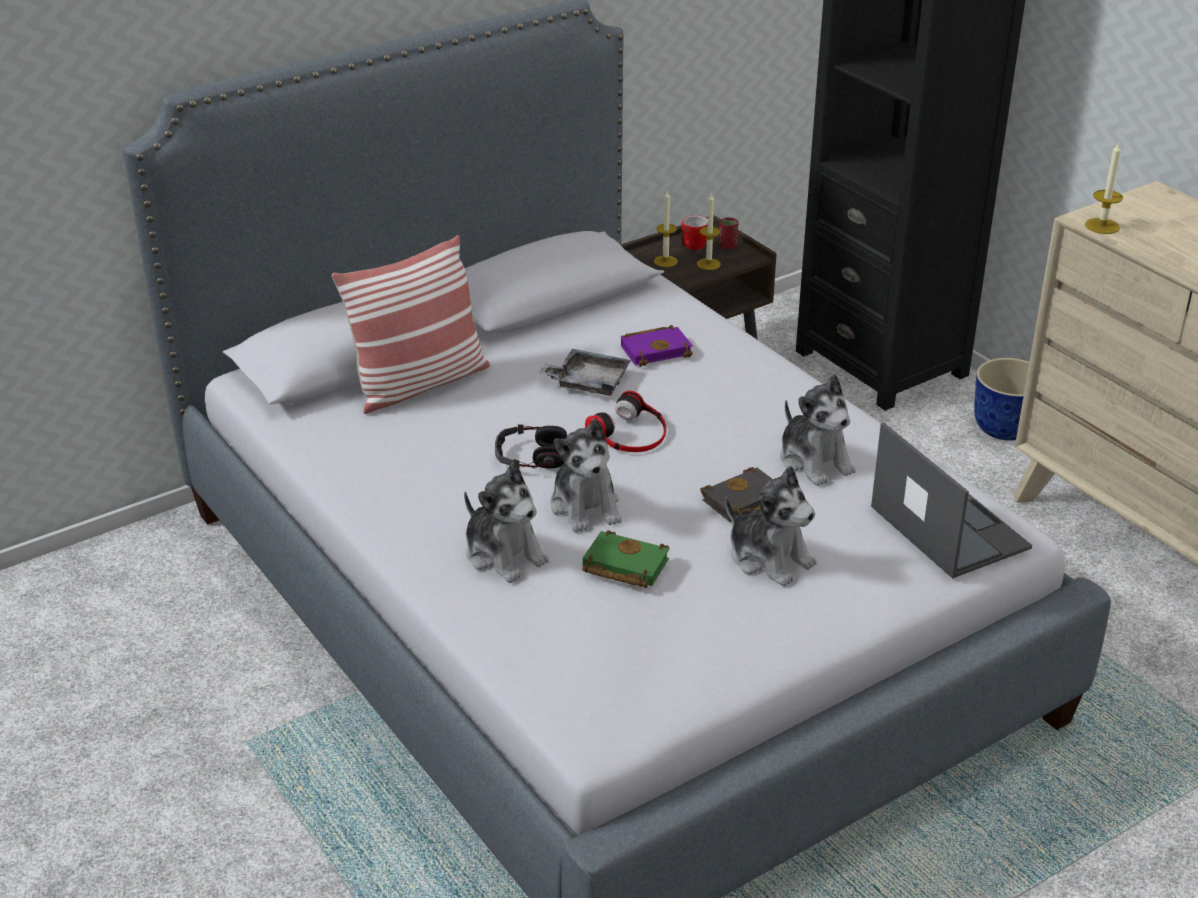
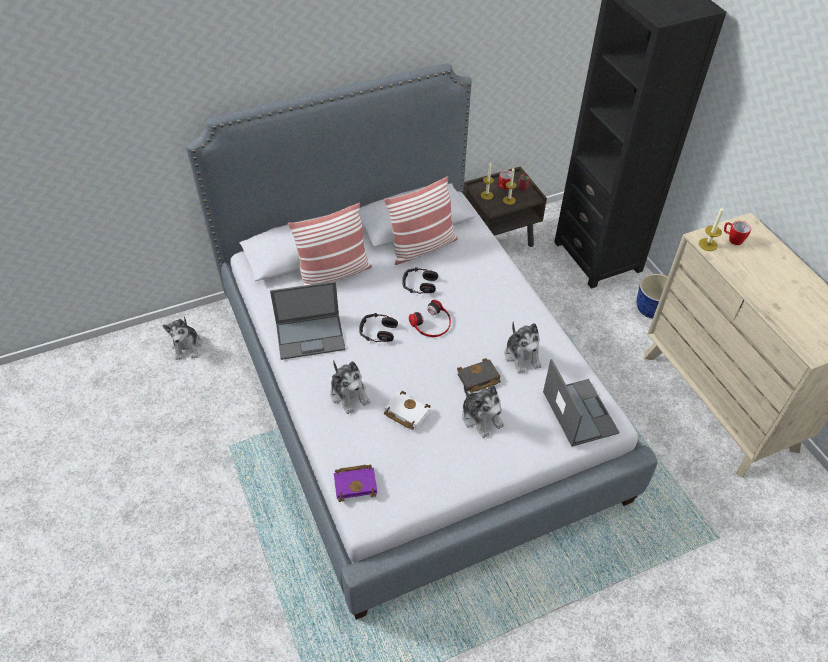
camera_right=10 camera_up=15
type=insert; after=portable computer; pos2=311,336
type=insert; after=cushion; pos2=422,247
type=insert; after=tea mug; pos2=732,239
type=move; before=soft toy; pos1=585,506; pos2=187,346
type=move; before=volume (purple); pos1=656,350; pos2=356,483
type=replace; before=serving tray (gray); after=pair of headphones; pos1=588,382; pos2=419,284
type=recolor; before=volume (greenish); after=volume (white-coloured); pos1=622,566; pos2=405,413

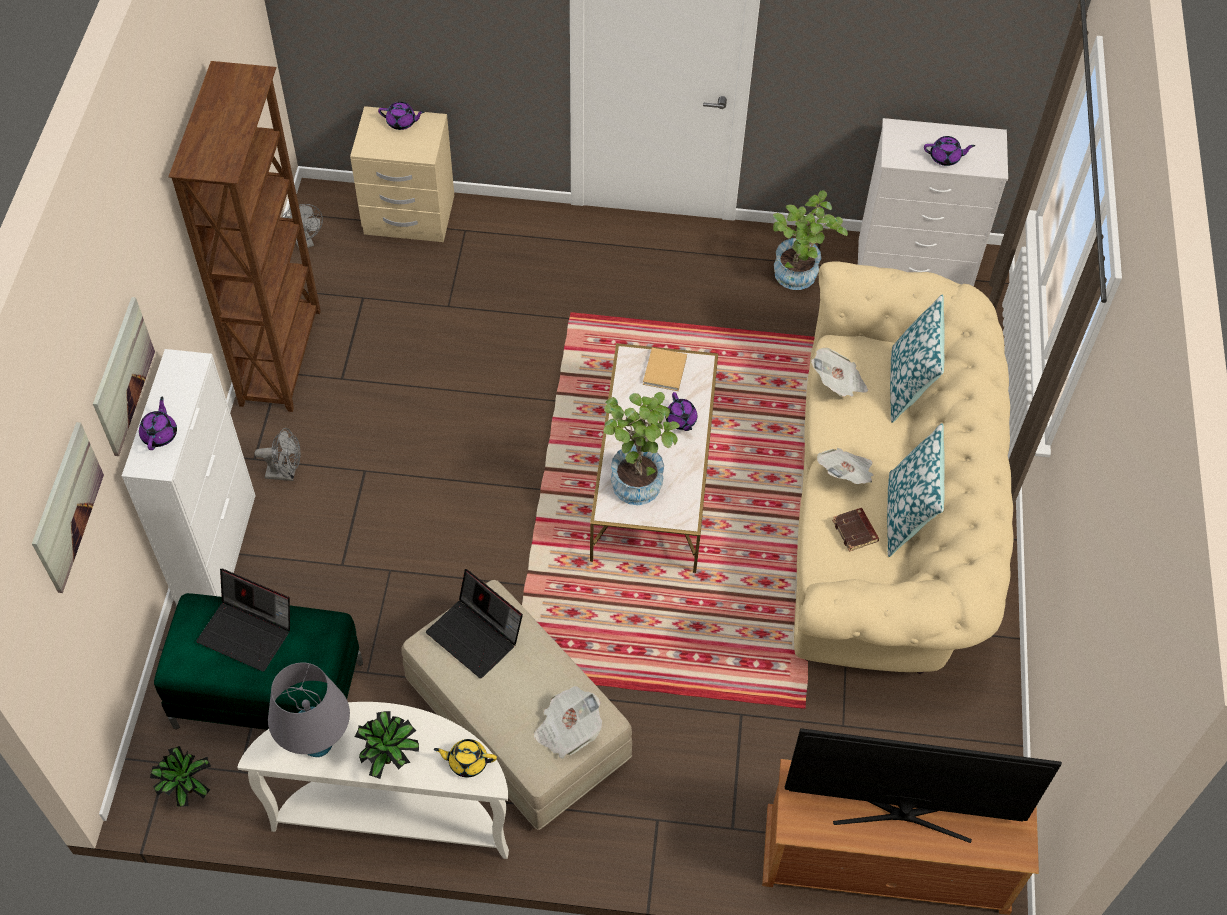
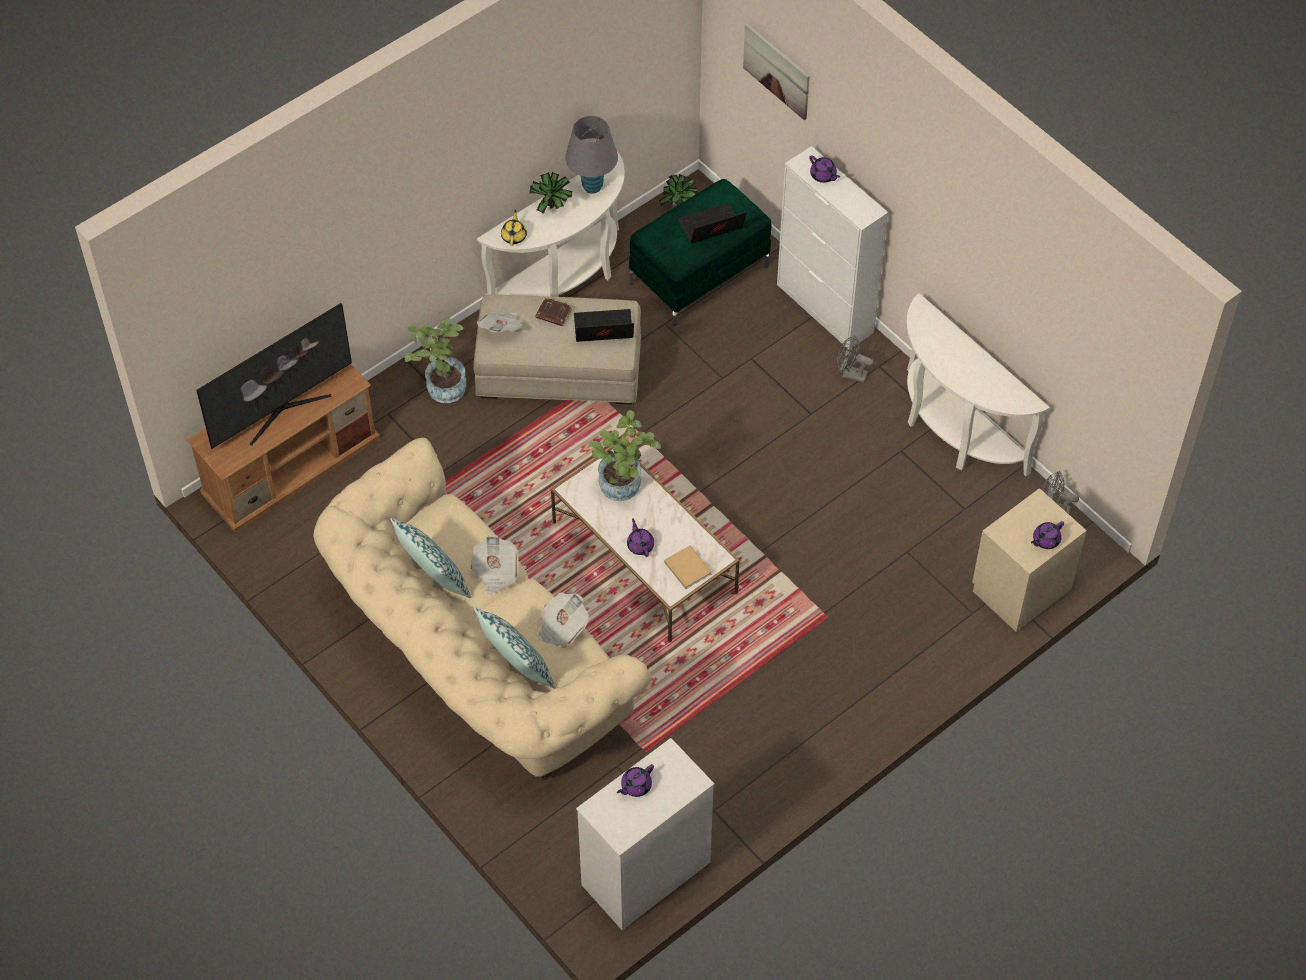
camera_right=135 camera_up=0
type=delete; before=wall picture; pos1=123,376
type=move; before=plant in a pot; pos1=798,279; pos2=441,386
type=move; before=volume (brown-coloured); pos1=855,531; pos2=553,314
type=replace; before=shelving unit (brown-coloured); after=console table (white-coloured); pos1=282,357; pos2=953,431
type=rotate; before=electric fan (gray); pos1=286,473; pos2=850,374; turn=60
type=rotate; before=tea pot (yellow); pos1=467,761; pos2=514,236; turn=-45
type=rotate; before=tea pot (purple); pos1=681,420; pos2=640,545; turn=45

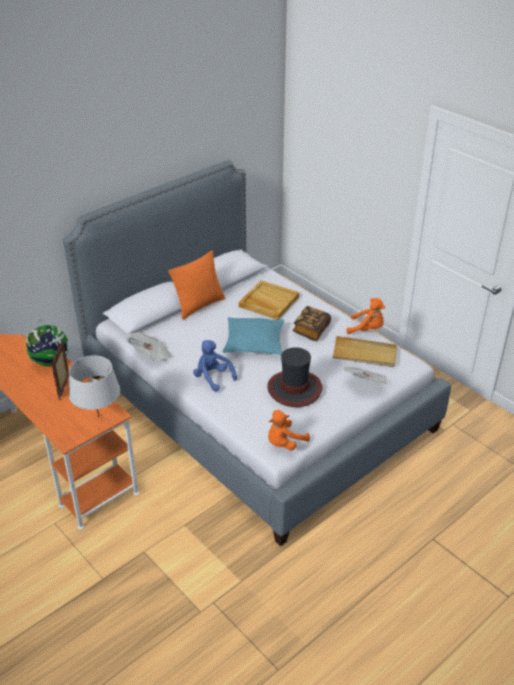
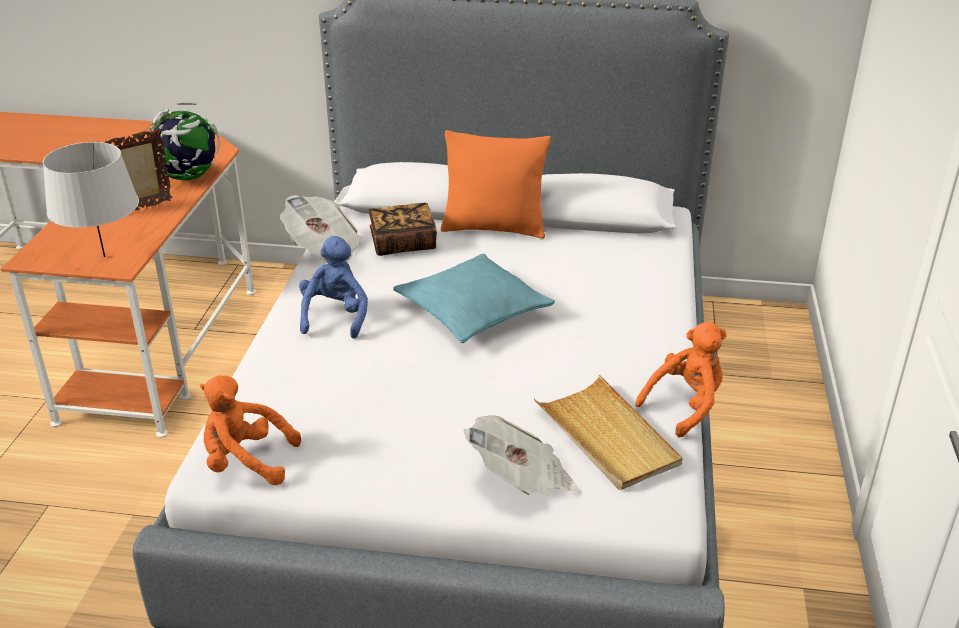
camera_right=50 camera_up=-5
type=delete; before=serving tray (beige-coloured); pos1=268,302
type=delete; before=clothing hat; pos1=294,389
type=move; before=volume; pos1=311,330; pos2=403,243
type=rotate; before=soft toy (orangey); pos1=367,329; pos2=685,406; turn=-105

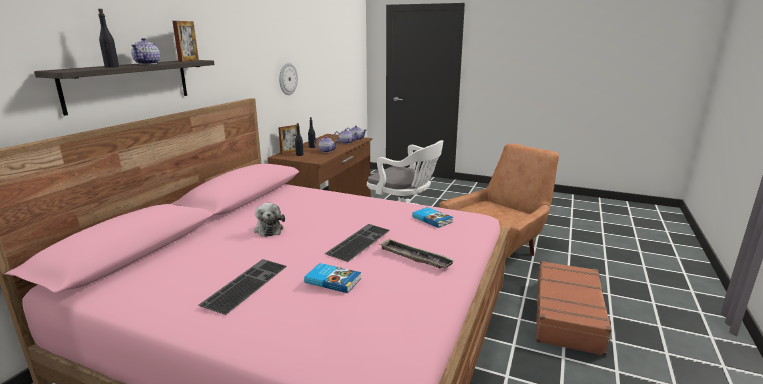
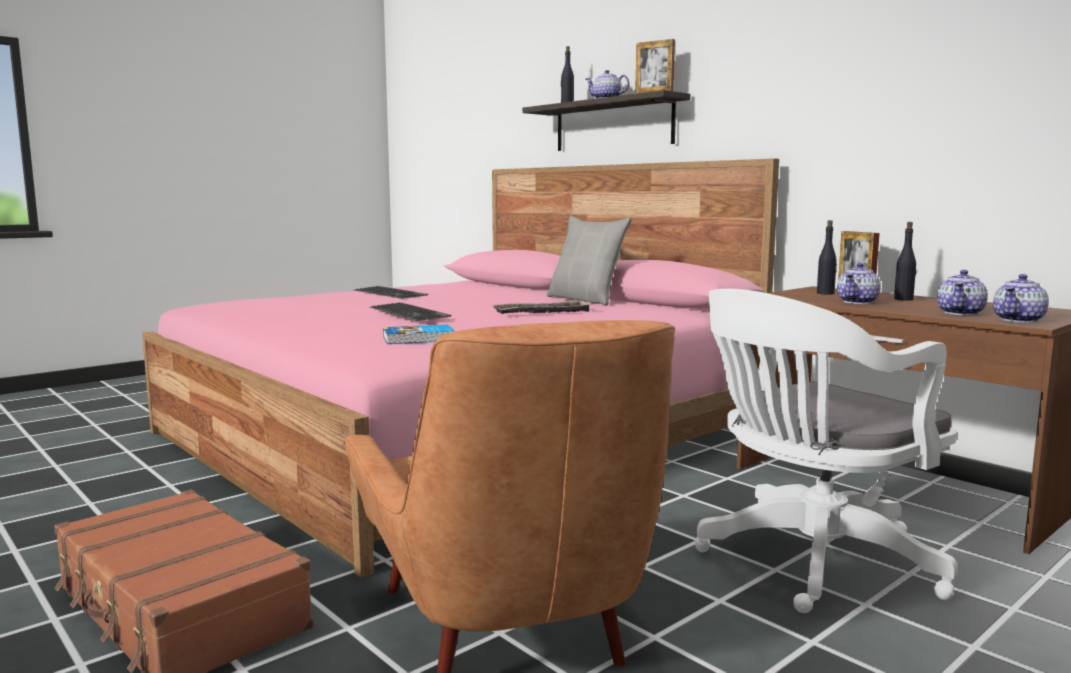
camera_right=115 camera_up=-10
type=delete; before=soft toy; pos1=268,229
type=delete; before=clock on the wall; pos1=287,79
type=delete; before=volume; pos1=333,280
type=insert; after=cushion (gray); pos2=586,300
type=move; before=serving tray; pos1=415,258; pos2=542,313

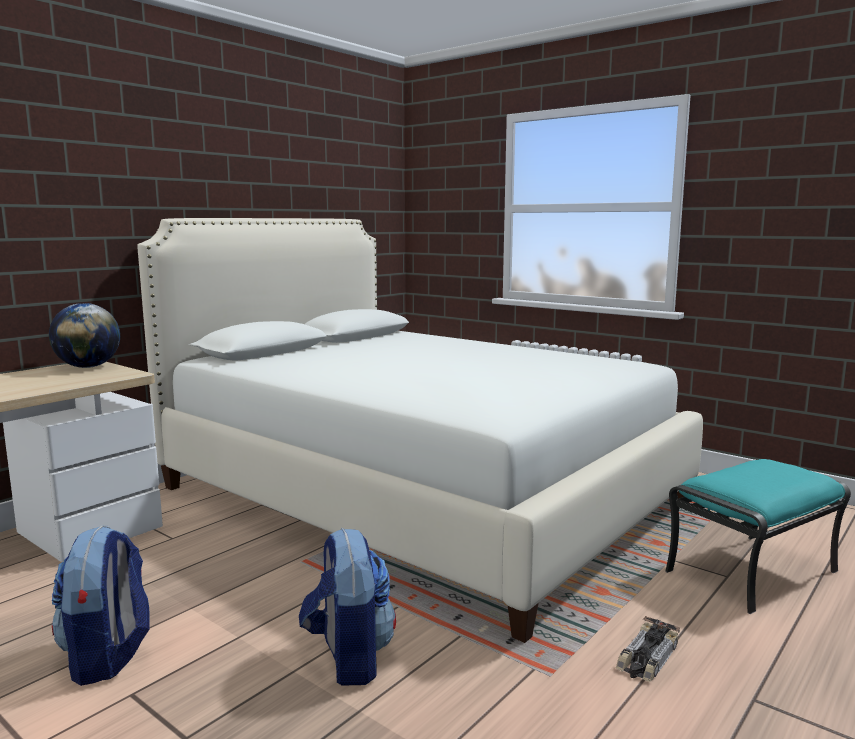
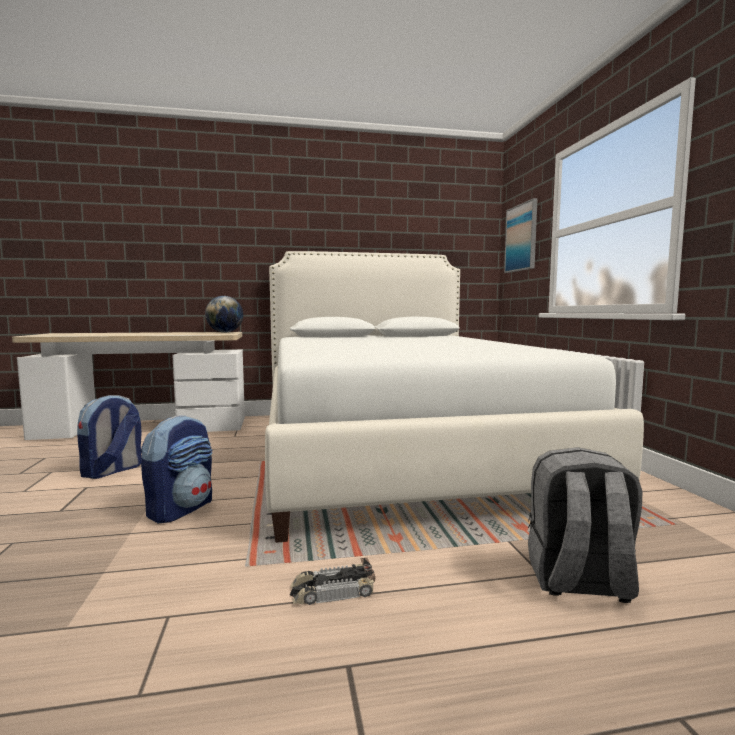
camera_right=40 camera_up=-5
type=insert; after=wall picture; pos2=521,238
type=replace; before=footrest (turquoise); after=rucksack (gray); pos1=752,572; pos2=578,581

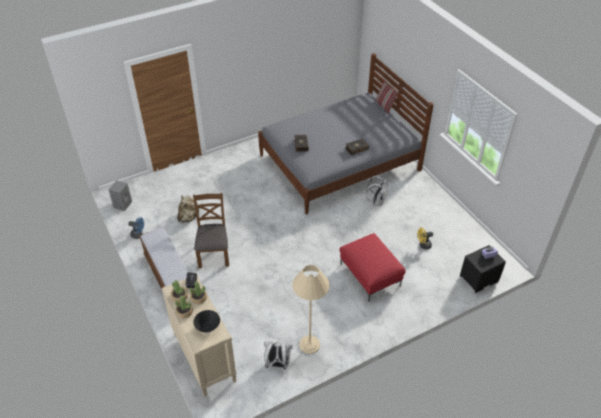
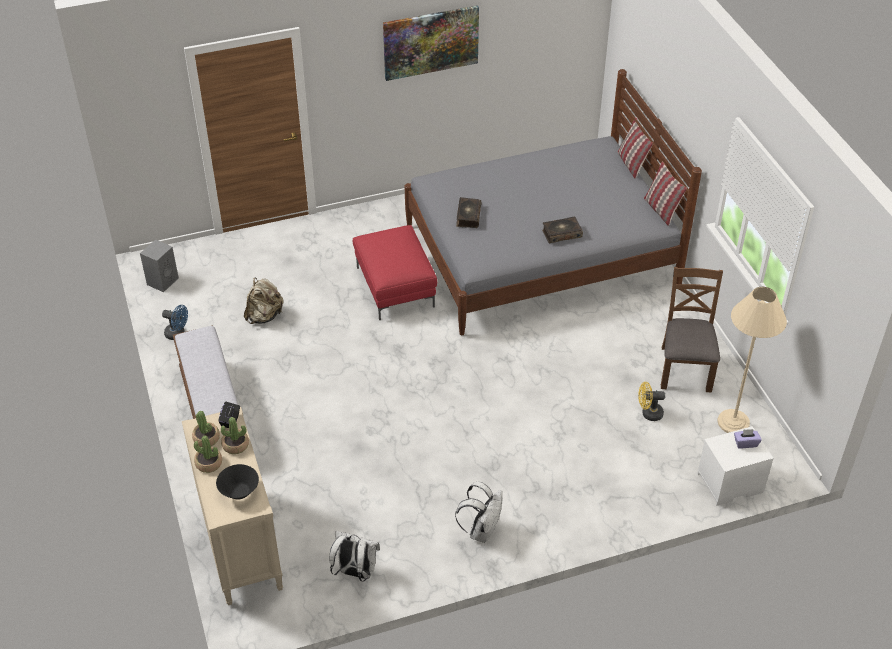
camera_right=10 camera_up=0
type=insert; after=wall picture; pos2=430,42
type=insert; after=cushion; pos2=661,210
type=move; before=upright chair (brown-coloured); pos1=214,253; pos2=685,368
type=move; before=standing lamp (beige-coloured); pos1=309,344; pos2=733,422
type=move; before=footrest (red-coloured); pos1=370,275; pos2=396,287
type=move; before=rucksack (white-coloured); pos1=377,201; pos2=481,530
type=recolor; before=nightstand (blackish); after=nightstand (white-coloured); pos1=478,279; pos2=729,484

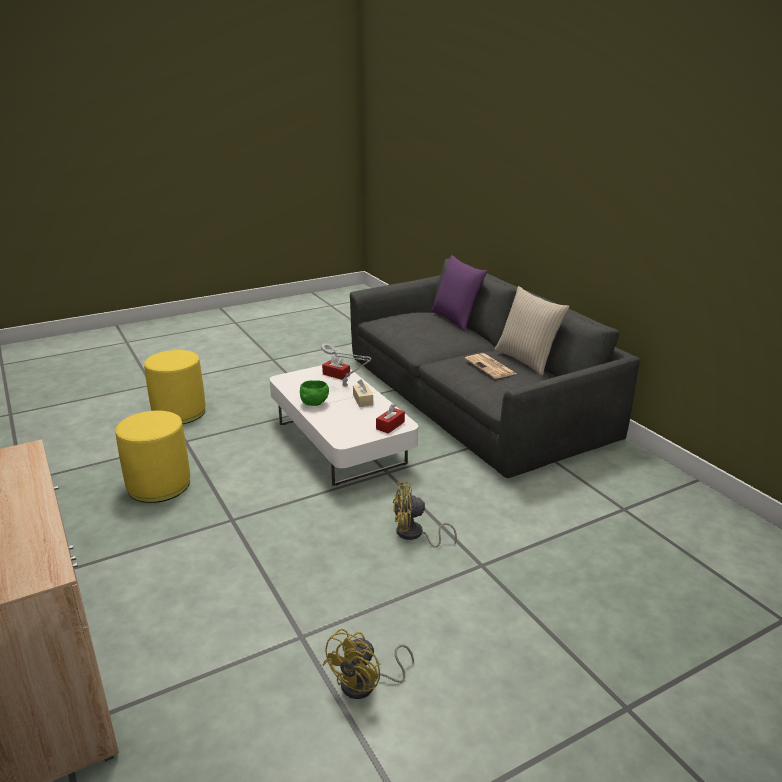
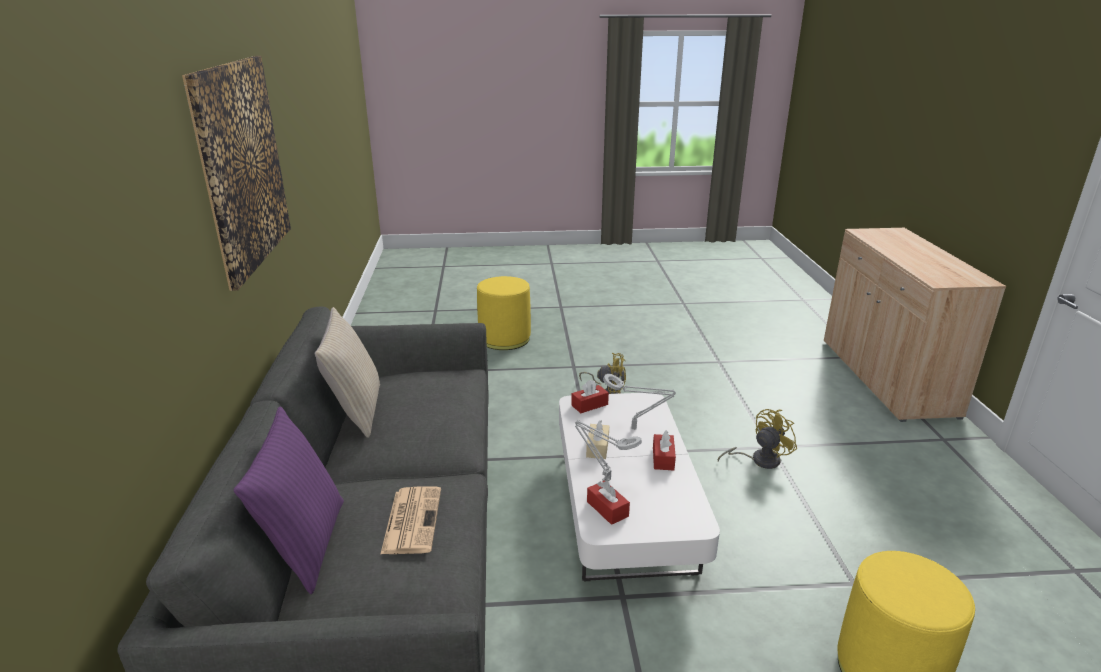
camera_right=-155 camera_up=0
type=insert; after=wall picture; pos2=242,166
type=insert; after=lamp for a table (gray); pos2=636,428
type=move; before=footrest (yellow); pos1=159,485; pos2=505,338
type=move; before=electric fan (yellow); pos1=366,684; pos2=759,460
type=move; before=daily paper; pos1=491,367; pos2=412,519
type=replace; before=bowl (greenish); after=tissue holder (red-coloured); pos1=314,403; pos2=663,458

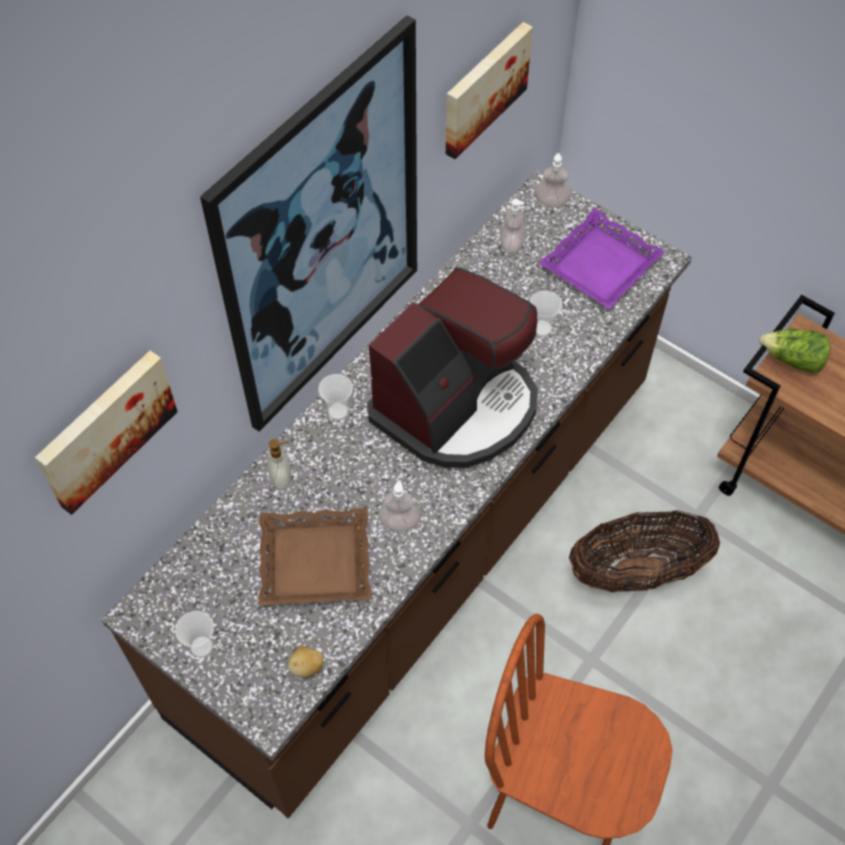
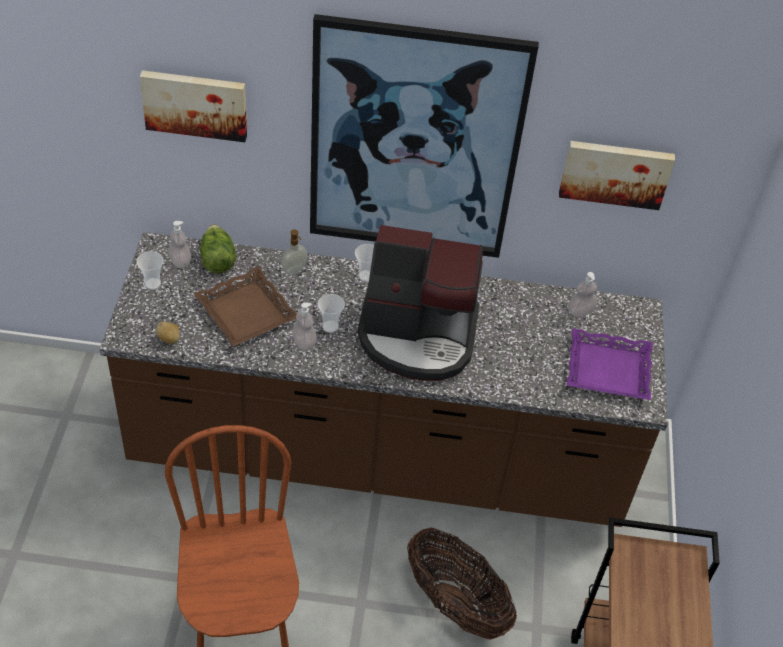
camera_right=55 camera_up=-10
type=move; before=cup; pos1=542,328; pos2=330,326
type=move; before=soap bottle; pos1=552,202; pos2=180,261
type=move; before=lettuce; pos1=793,360; pos2=217,259

